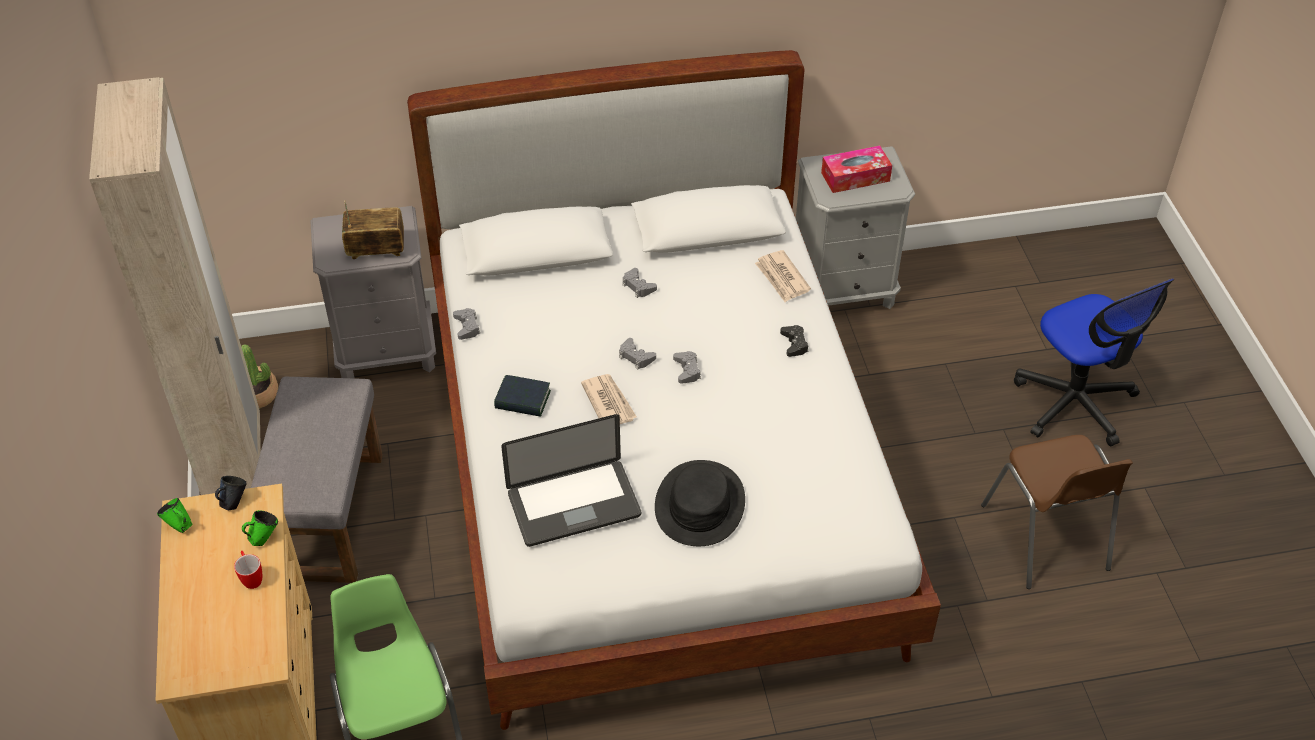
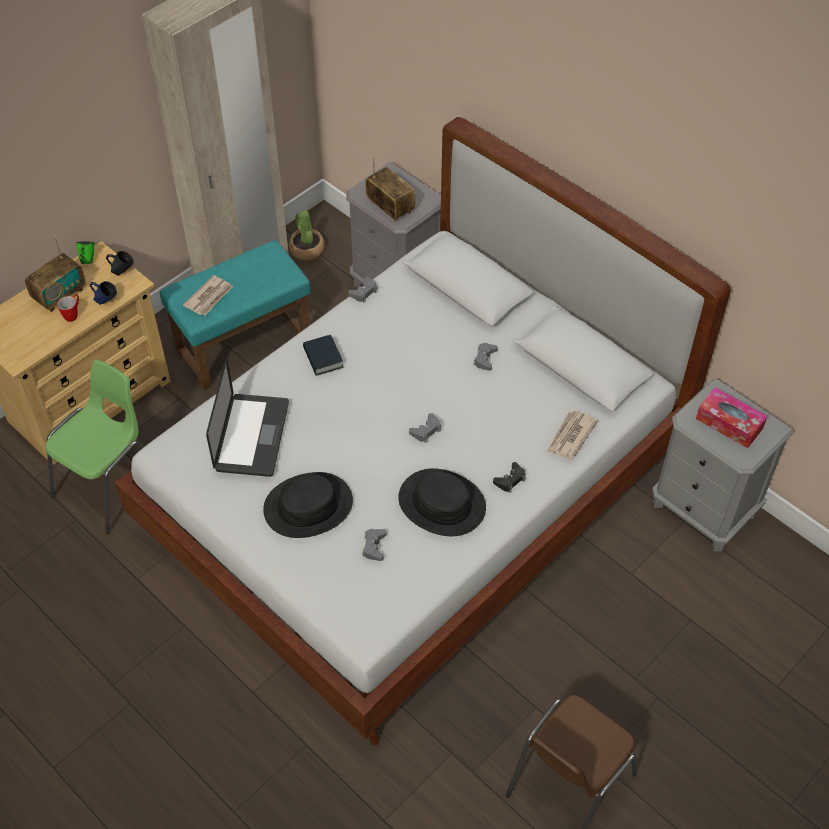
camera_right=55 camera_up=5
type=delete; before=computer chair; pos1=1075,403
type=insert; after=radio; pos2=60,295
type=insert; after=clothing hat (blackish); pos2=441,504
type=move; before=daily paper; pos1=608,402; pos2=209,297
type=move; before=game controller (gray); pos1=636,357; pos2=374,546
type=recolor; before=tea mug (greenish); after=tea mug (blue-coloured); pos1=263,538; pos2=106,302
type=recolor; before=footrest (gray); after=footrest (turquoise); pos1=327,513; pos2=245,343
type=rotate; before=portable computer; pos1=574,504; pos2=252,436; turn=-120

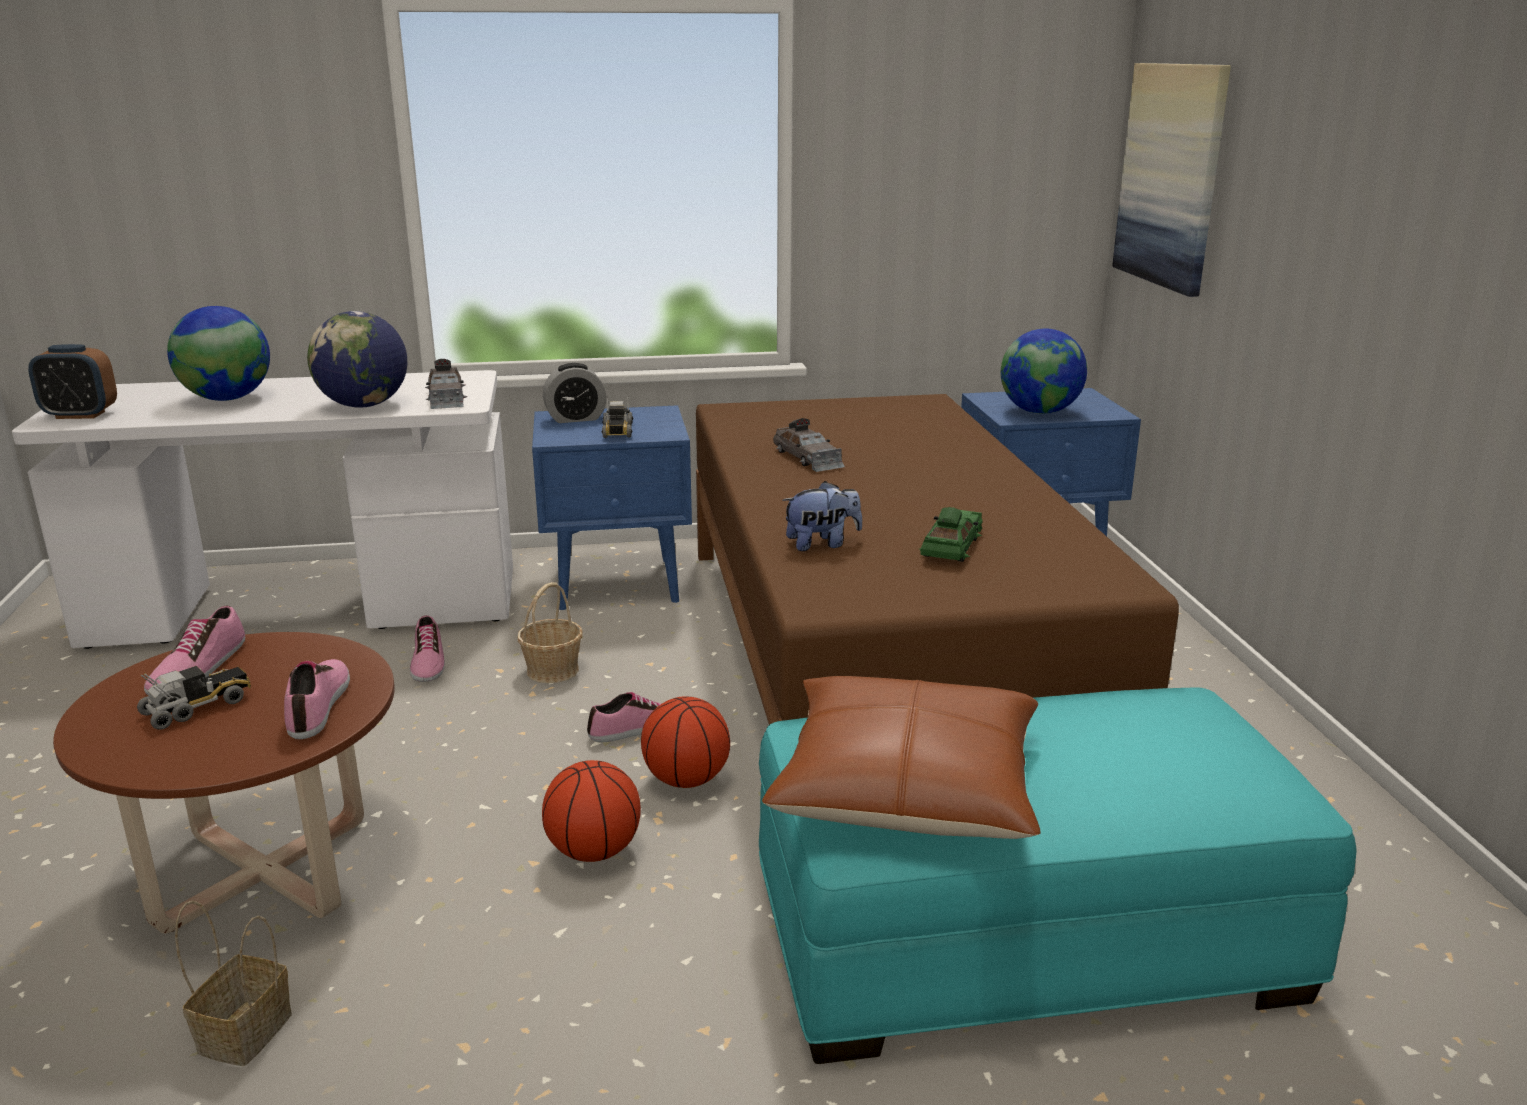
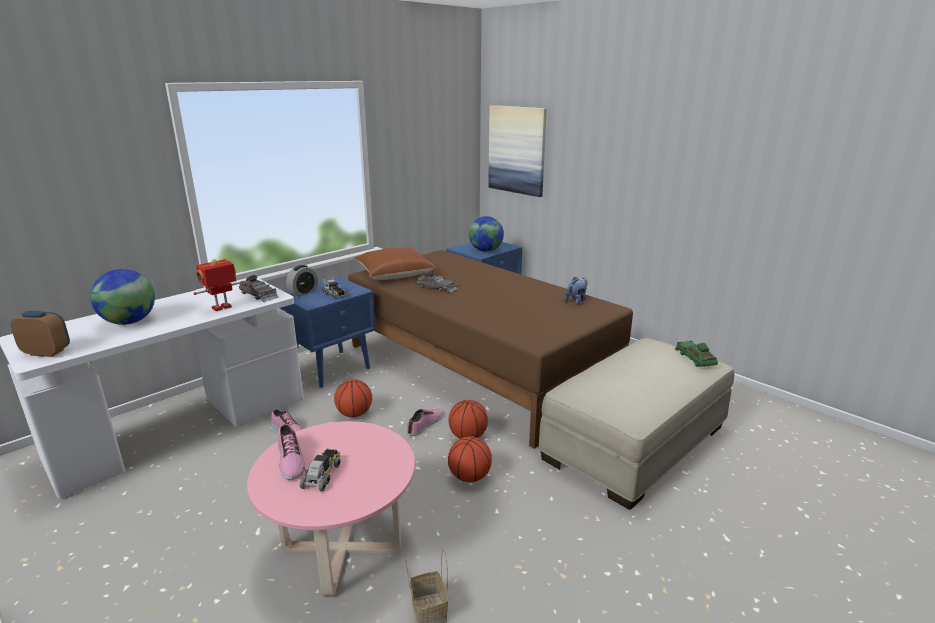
camera_right=-35 camera_up=0
type=delete; before=item of footwear; pos1=319,705
type=move; before=cushion (brown-coloured); pos1=907,787; pos2=394,273
type=move; before=soft toy; pos1=822,544; pos2=576,300
type=move; before=model car (greenish); pos1=952,545; pos2=694,358
type=replace; before=world globe; after=toy robot; pos1=364,405; pos2=222,308
type=replace; before=basket; after=basketball ball; pos1=553,670; pos2=354,414
type=recolor; before=low table (brown-coloured); after=low table (pink); pos1=264,872; pos2=342,549
type=recolor; before=footrest (turquoise); after=footrest (beige-coloured); pos1=1022,936; pos2=635,442
type=rotate; before=bedside clock; pos1=80,415; pos2=47,352; turn=-135

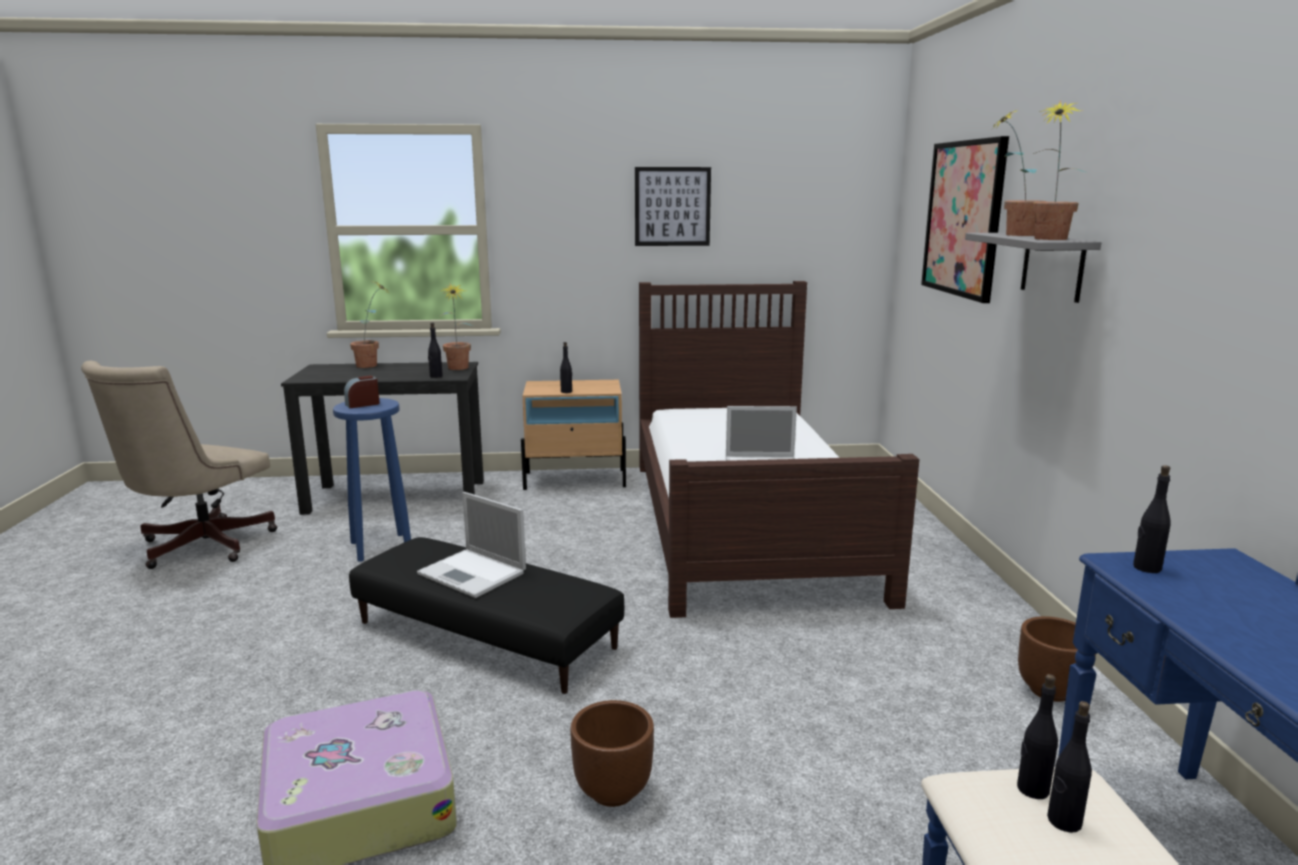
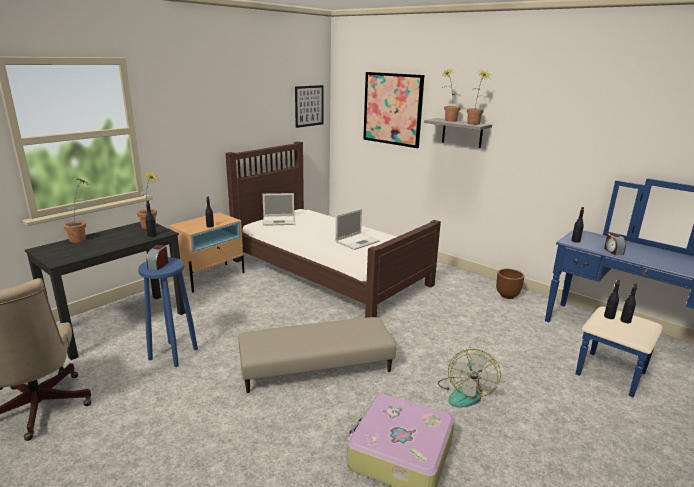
camera_right=-45 camera_up=5
type=insert; after=bedside clock; pos2=613,251
type=move; before=portable computer; pos1=473,574; pos2=279,221
type=move; before=wall picture; pos1=672,206; pos2=309,106
type=replace; before=planter (brown-coloured); after=electric fan; pos1=614,792; pos2=465,393
type=recolor; before=footrest (blackish); after=footrest (beige-coloured); pos1=487,634; pos2=316,366

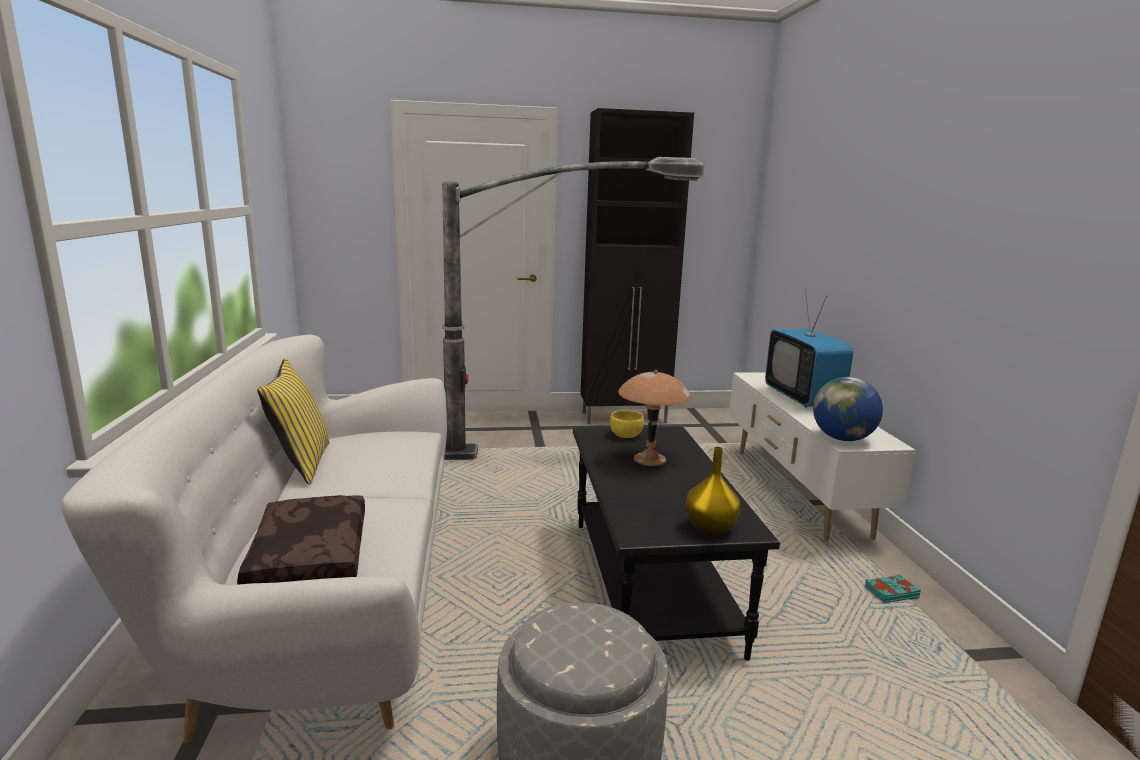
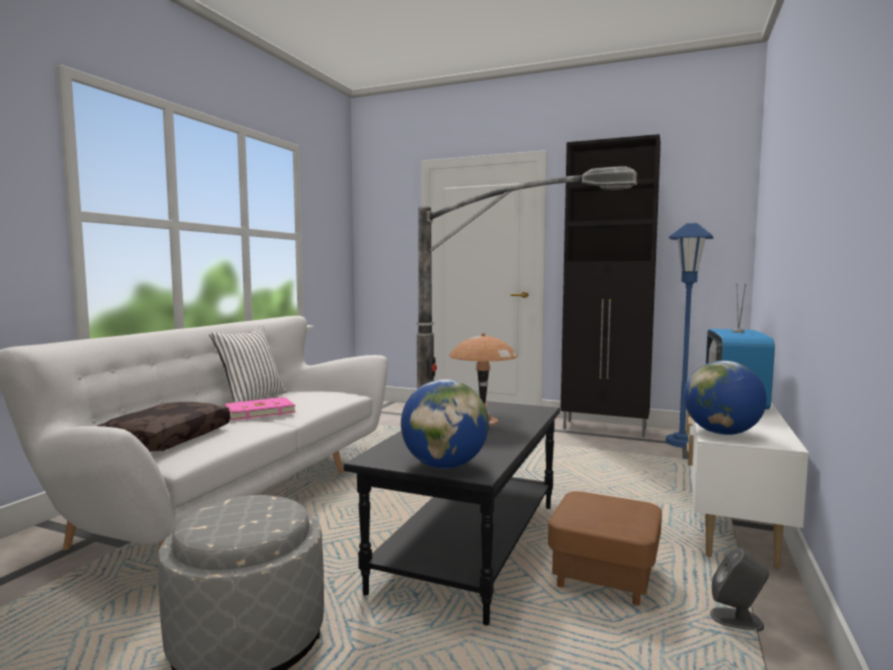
camera_right=30 camera_up=-10
type=delete; before=bowl (yellow); pos1=626,435
type=insert; after=volume (pink); pos2=259,411
type=insert; after=footrest (brown-coloured); pos2=604,577
type=insert; after=standing lamp (blue-coloured); pos2=681,443
type=replace; before=decorative vase (yellow); after=world globe; pos1=709,528; pos2=444,465
type=replace; before=volume (turquoise); after=loudspeaker (gray); pos1=890,592; pos2=737,620
type=recolor; before=cushion (yellow); after=cushion (white-coloured); pos1=301,464; pos2=251,399

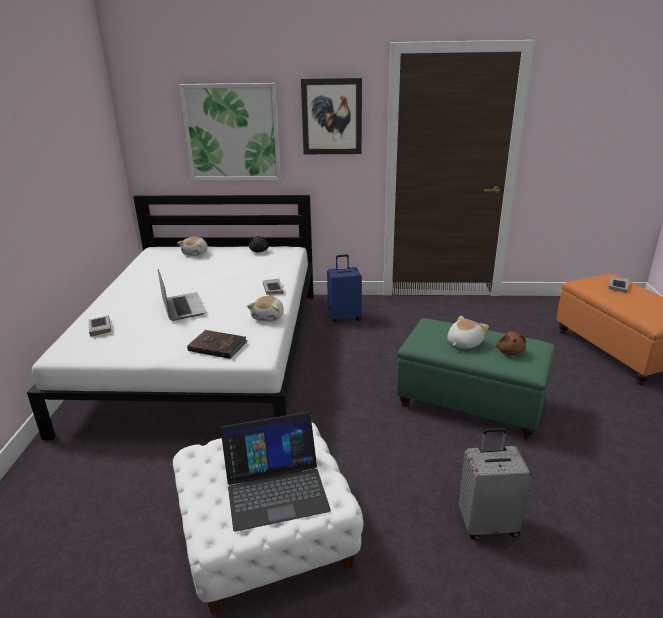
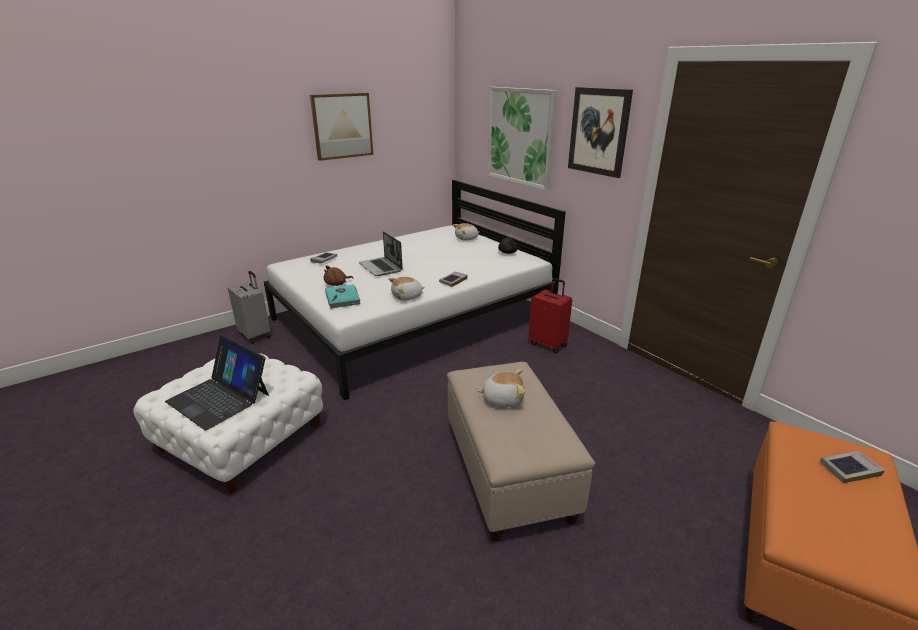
camera_right=50 camera_up=0
type=insert; after=wall picture; pos2=342,126
type=move; before=travel case (gray); pos1=487,524; pos2=255,335
type=move; before=soft toy (brown-coloured); pos1=510,351; pos2=337,284
type=recolor; before=volume (brown-coloured); after=volume (turquoise); pos1=217,346; pos2=343,298
type=recolor; before=travel case (blue-coloured); after=travel case (red-coloured); pos1=344,317; pos2=548,344
type=recolor; before=footrest (greenish); after=footrest (beige-coloured); pos1=469,403; pos2=507,471
type=rotate; before=portable computer; pos1=183,307; pos2=381,267; turn=120

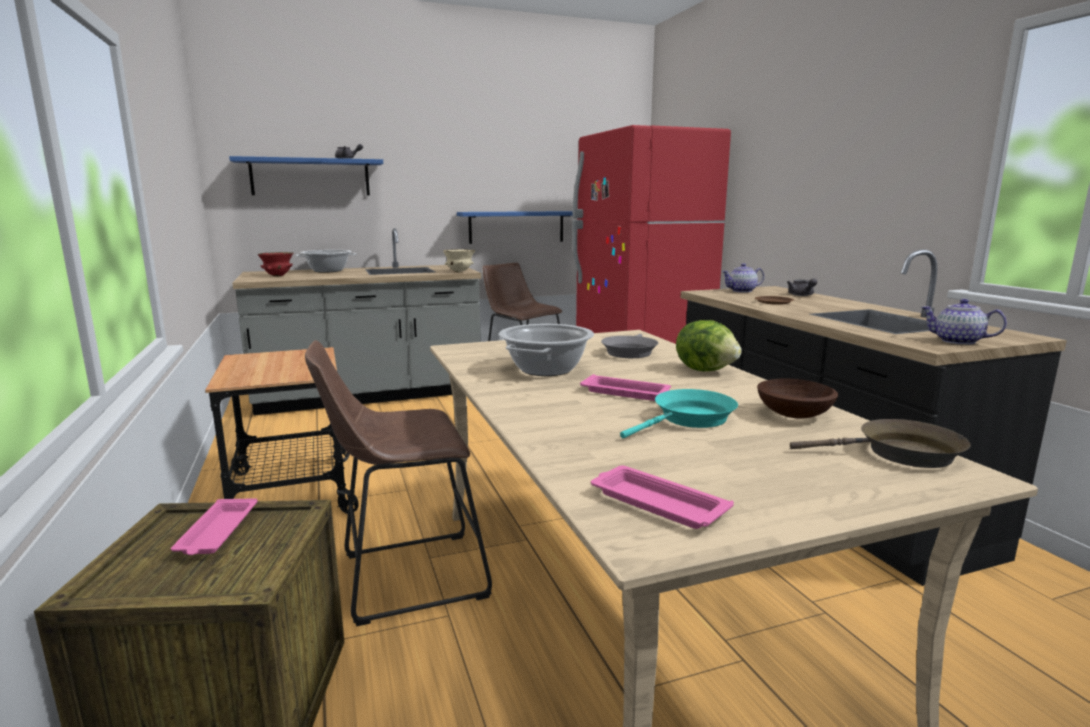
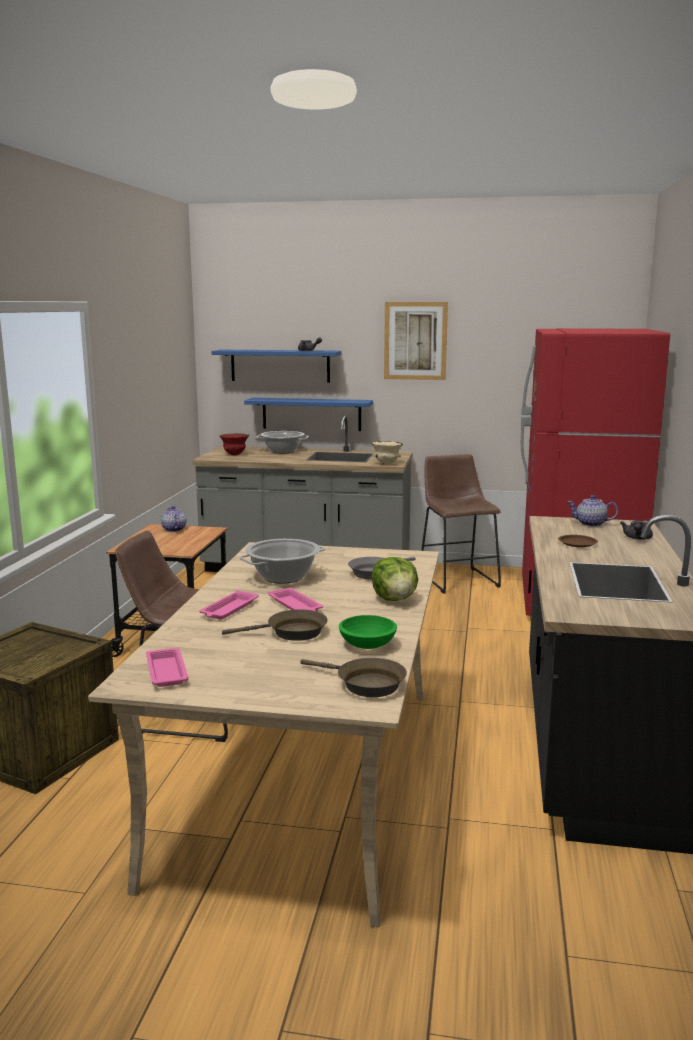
camera_right=30 camera_up=0
type=insert; after=wall picture; pos2=415,341
type=move; before=serving tray (pink); pos1=217,532; pos2=229,609
type=move; before=bracket shelf (blue-coloured); pos1=516,227; pos2=311,414
type=move; before=tea pot; pos1=957,341; pos2=173,529
type=recolor; before=skillet (turquoise); after=skillet (brown-coloured); pos1=689,419; pos2=291,632
type=recolor; before=bowl (brown-coloured); after=bowl (greenish); pos1=792,414; pos2=367,644

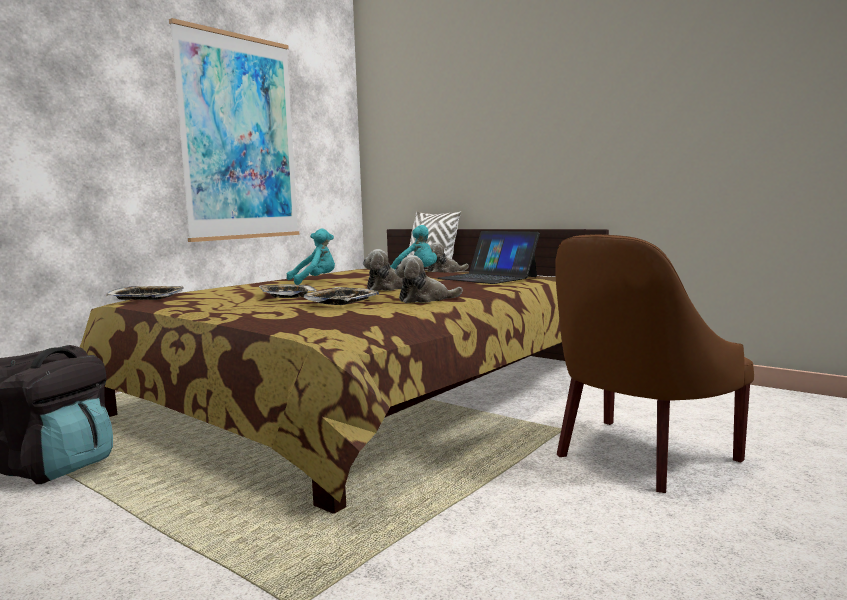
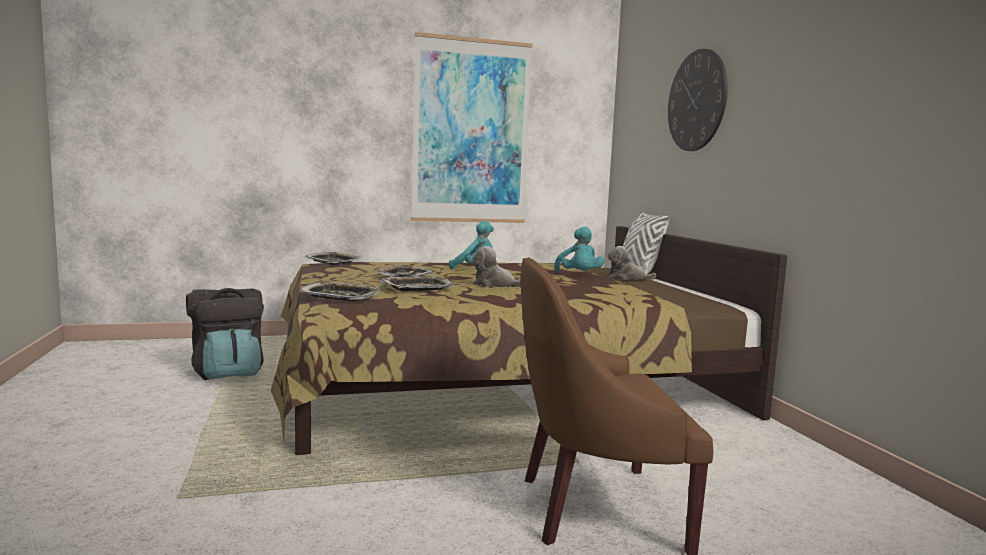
camera_right=35 camera_up=0
type=delete; before=soft toy; pos1=425,300
type=delete; before=portable computer; pos1=487,277
type=insert; after=serving tray; pos2=340,297
type=insert; after=clock on the wall; pos2=696,101

